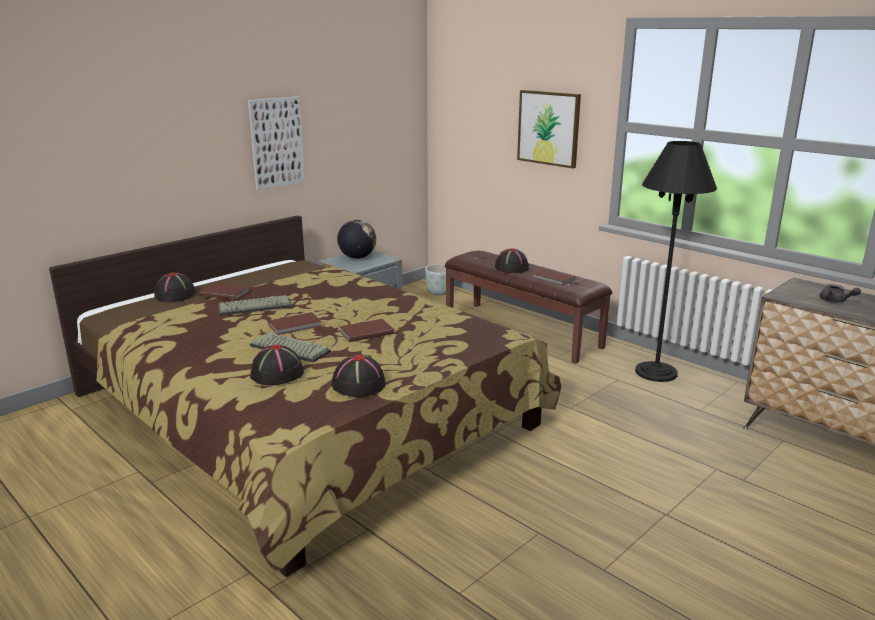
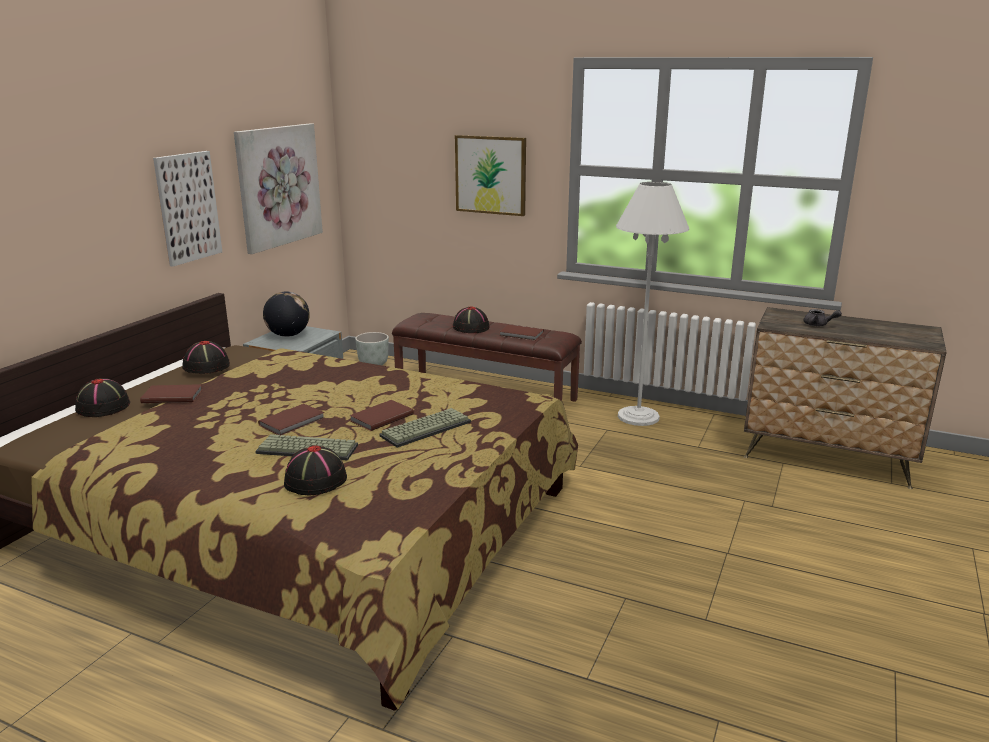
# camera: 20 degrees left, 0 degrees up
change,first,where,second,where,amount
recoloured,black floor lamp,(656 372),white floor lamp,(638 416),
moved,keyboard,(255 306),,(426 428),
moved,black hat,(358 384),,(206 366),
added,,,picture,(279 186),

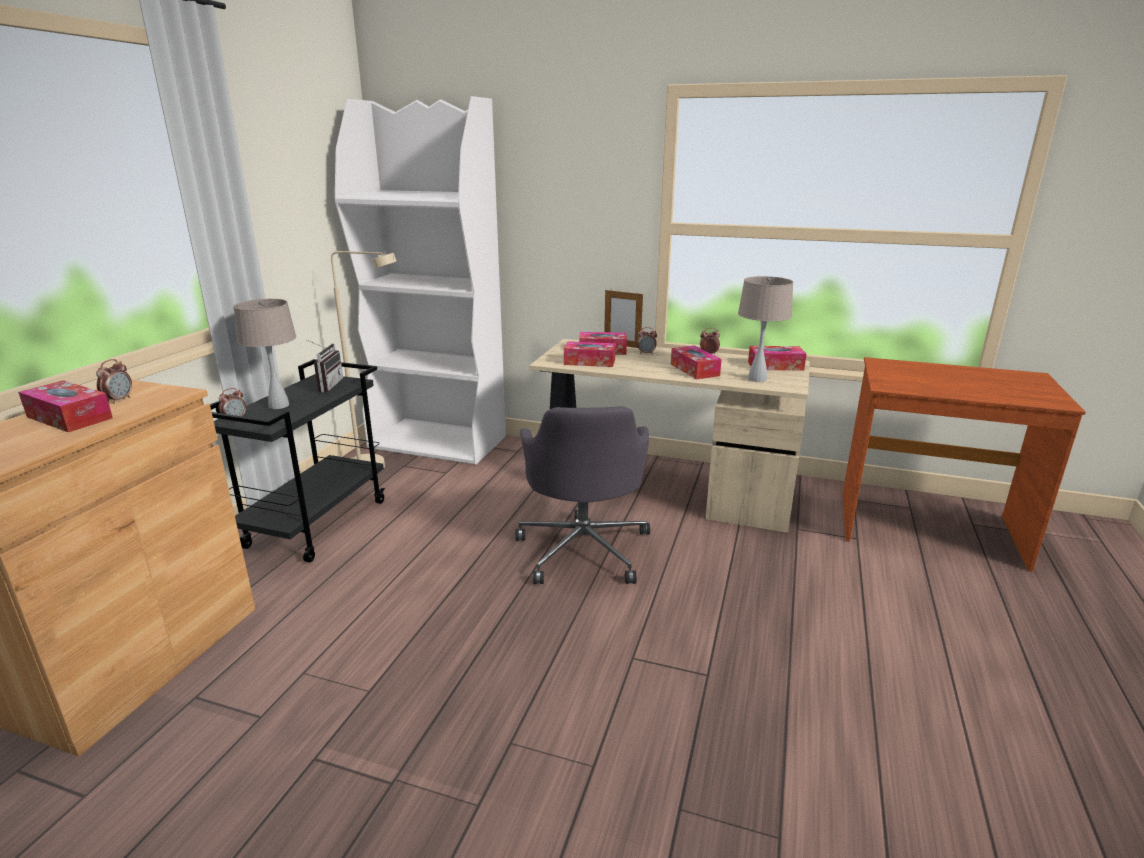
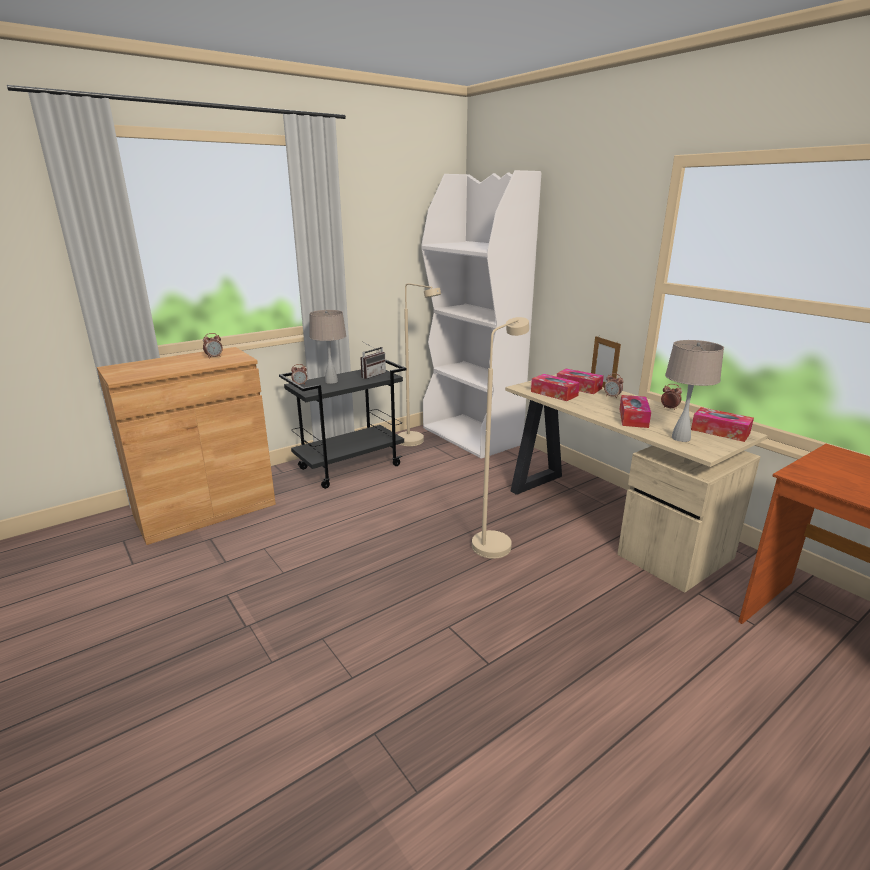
# camera: 35 degrees right, 0 degrees up
change,first,where,second,where,amount
removed,tissue box,(69 417),,,
replaced,grey office chair,(584 548),beige floor lamp,(495 540),

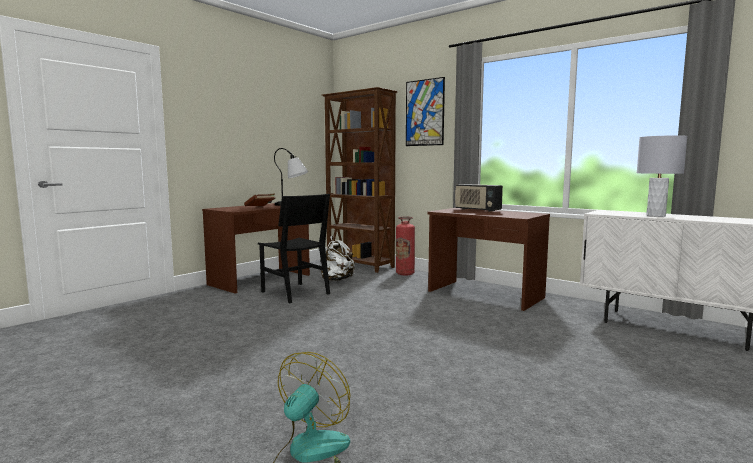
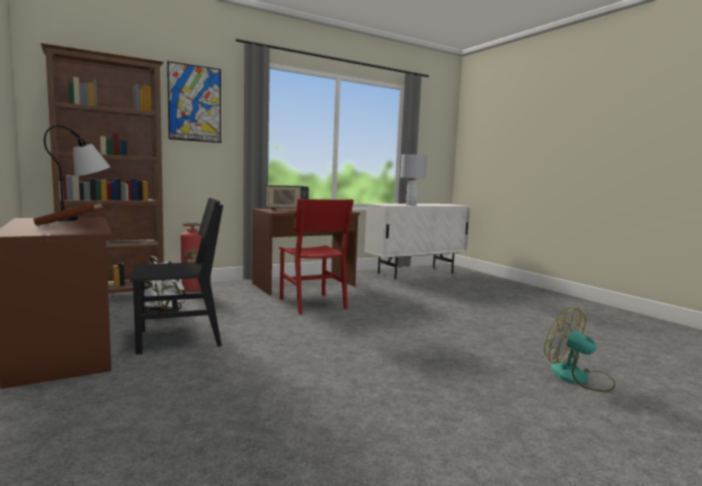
# camera: 70 degrees left, 0 degrees up
change,first,where,second,where,amount
added,,,red chair,(312 303),

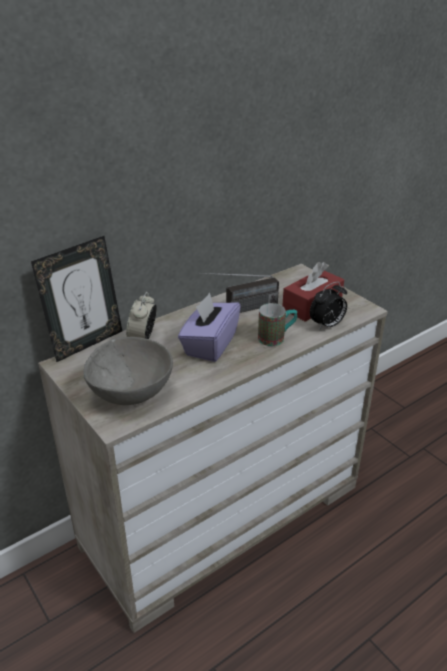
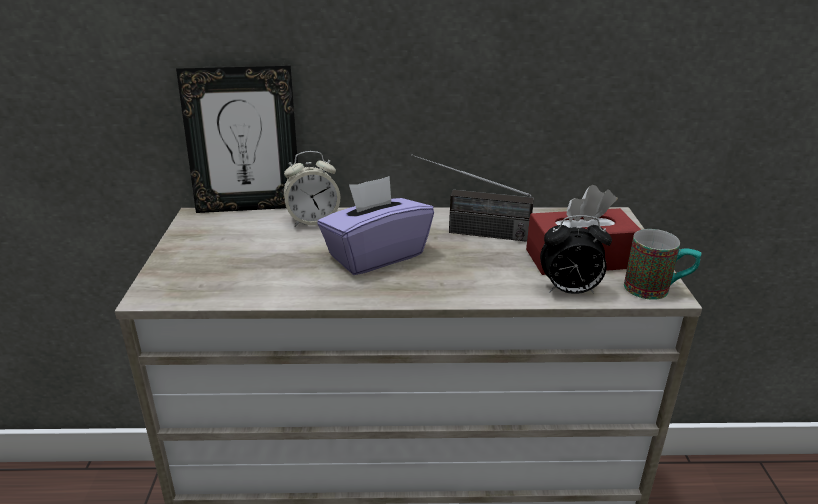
# camera: 35 degrees right, 5 degrees down
change,first,where,second,where,amount
turned,alarm clock,(143 337),,(313 220),150 degrees counterclockwise
moved,mug,(276 338),,(656 290),
removed,grey bowl,(131 393),,,

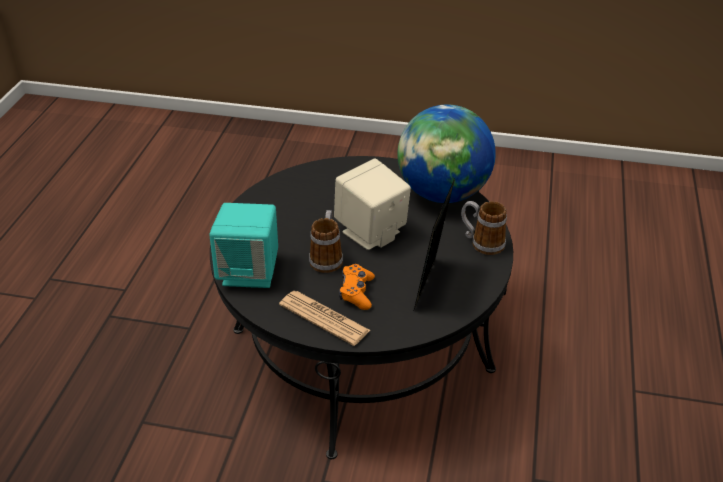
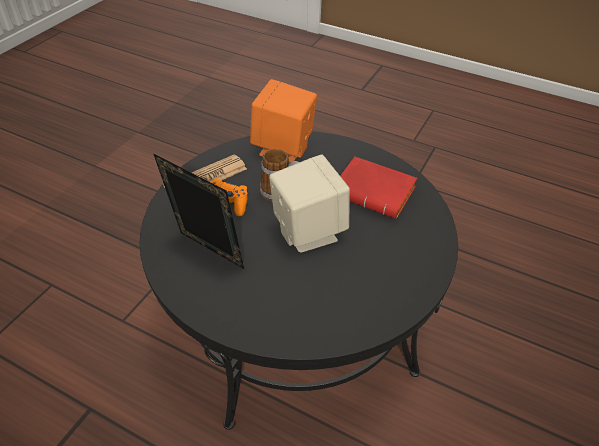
# camera: 105 degrees right, 5 degrees up
change,first,where,second,where,amount
removed,globe,(443 193),,,
removed,mug,(481 243),,,
recoloured,turquoise speaker,(250 272),orange speaker,(283 148),
added,,,red book,(376 192),

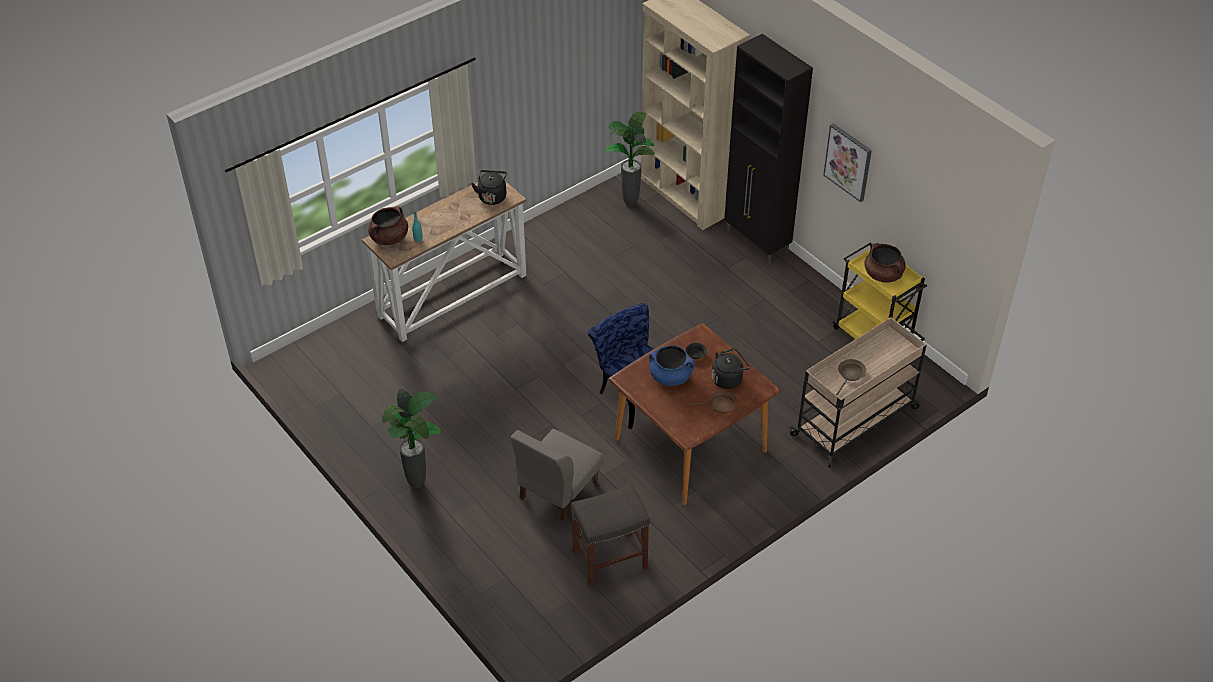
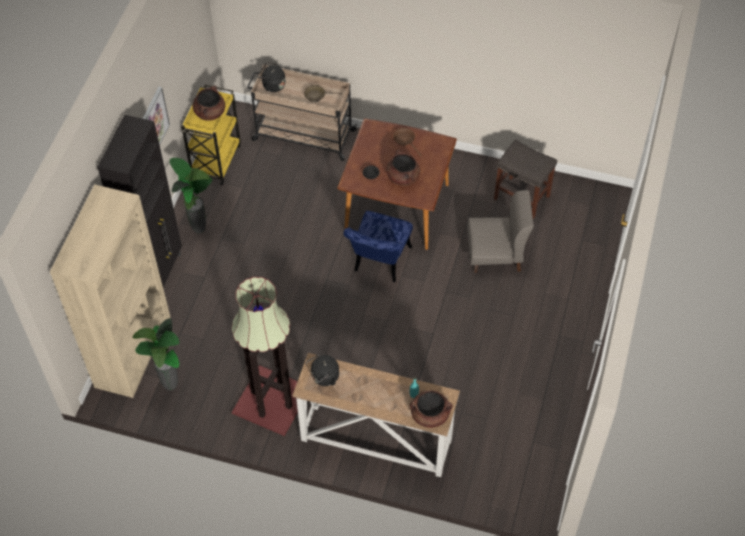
# camera: 125 degrees left, 10 degrees up
change,first,where,second,where,amount
recoloured,blue cooking pot,(671 376),brown cooking pot,(402 177),
moved,black kettle,(728 379),,(272 85),
moved,potted plant,(418 484),,(198 229),
added,,,floor lamp,(271 399),

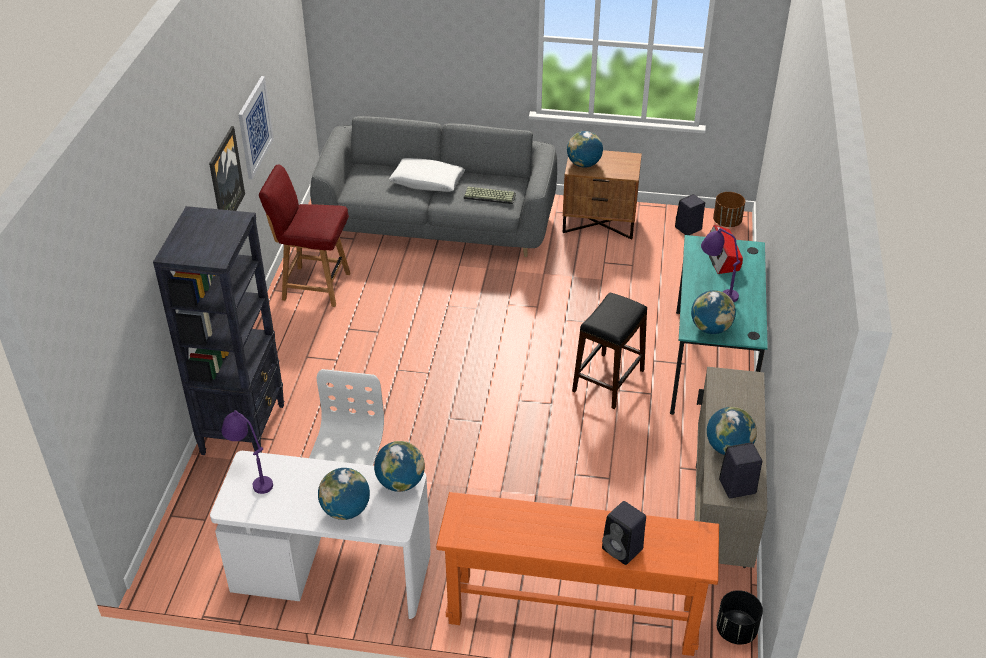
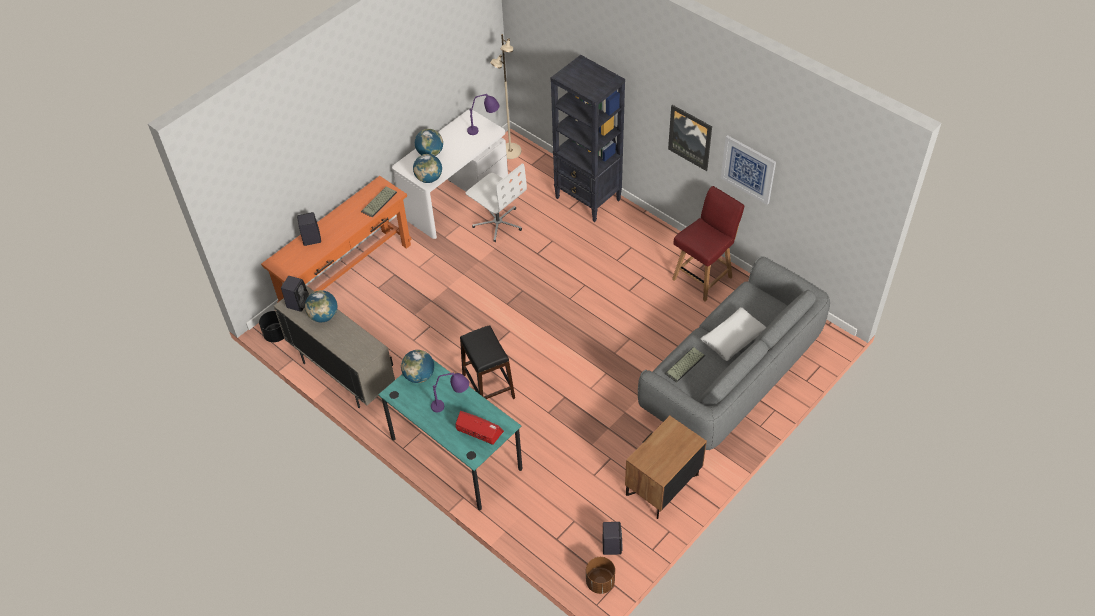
# camera: 125 degrees right, 10 degrees up
change,first,where,second,where,amount
removed,globe,(584 164),,,
added,,,beige floor lamp,(510 151),
added,,,keyboard,(379 202),

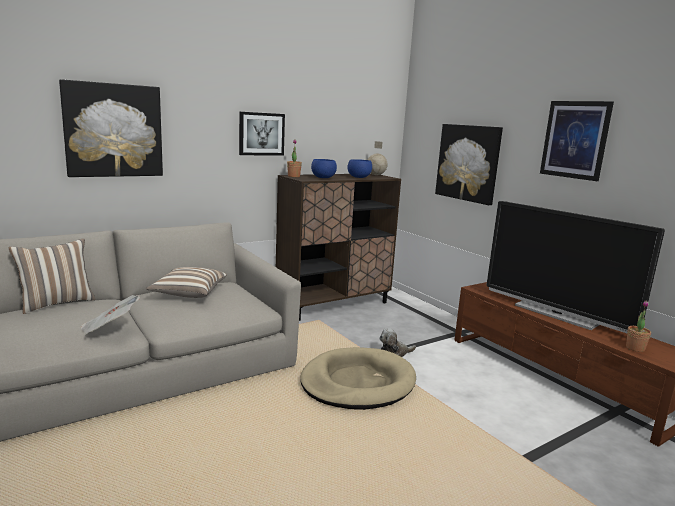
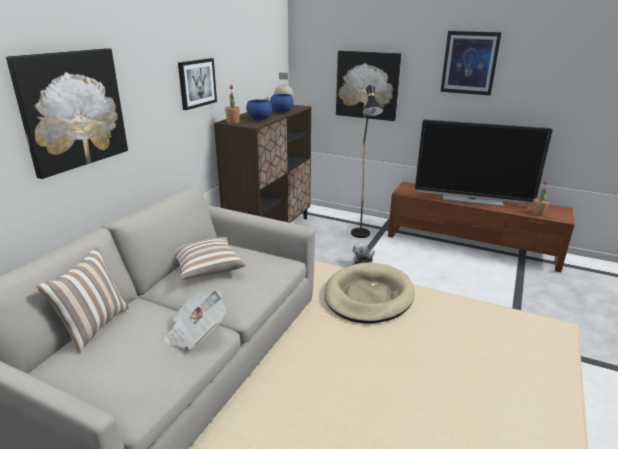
# camera: 30 degrees left, 10 degrees up
change,first,where,second,where,amount
added,,,black floor lamp,(361 237),

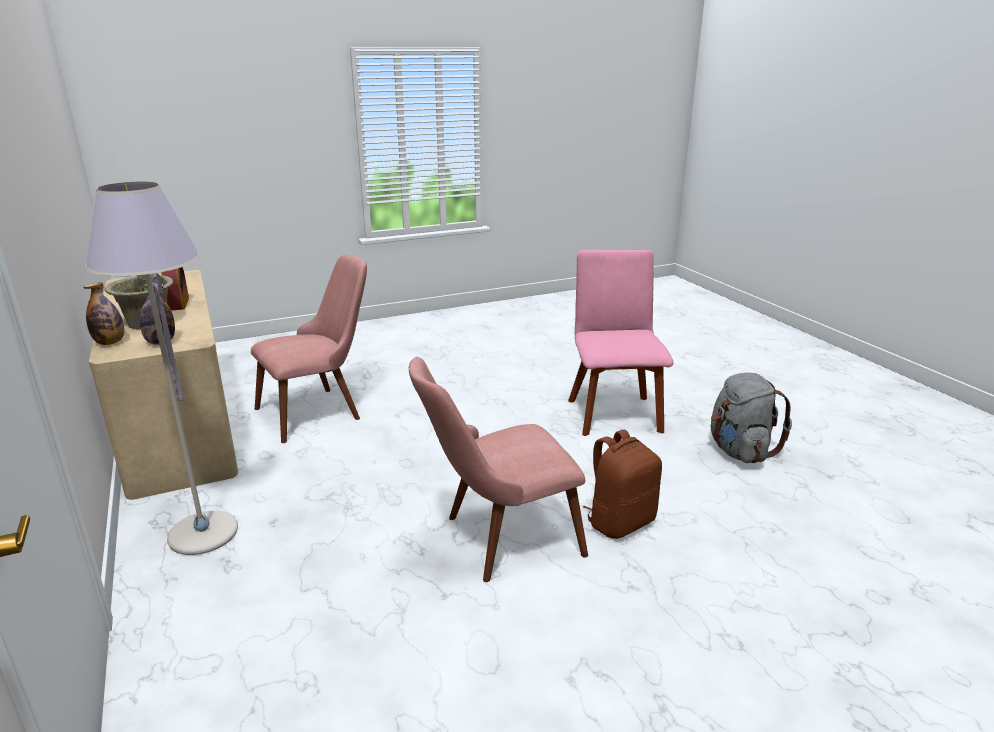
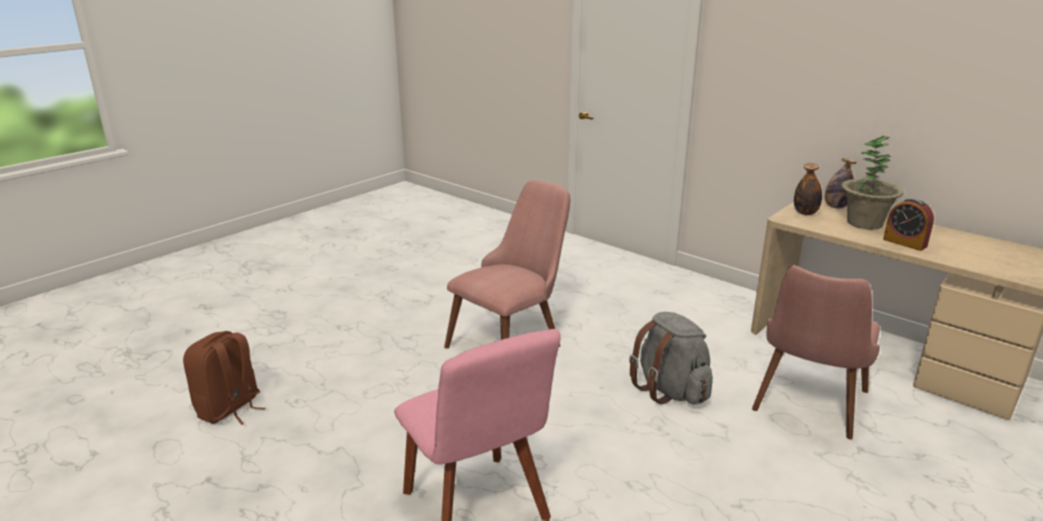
# camera: 155 degrees right, 0 degrees up
change,first,where,second,where,amount
removed,grey floor lamp,(203 534),,,
moved,grey backpack,(739 451),,(670 390),
moved,brown backpack,(620 521),,(229 409),

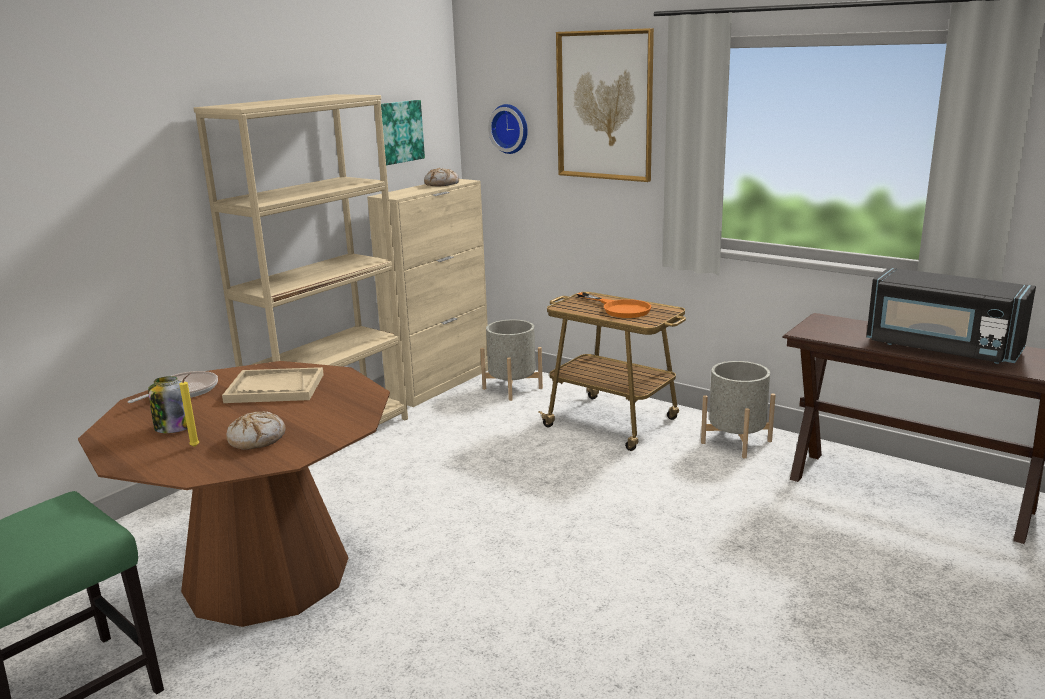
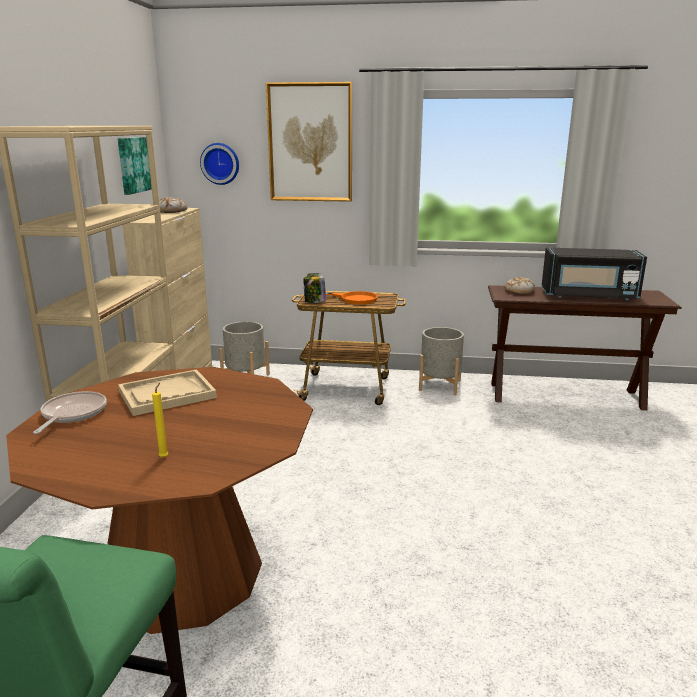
# camera: 30 degrees left, 0 degrees up
change,first,where,second,where,amount
moved,jar,(173 428),,(314 301),
moved,bread,(257 439),,(519 291),

